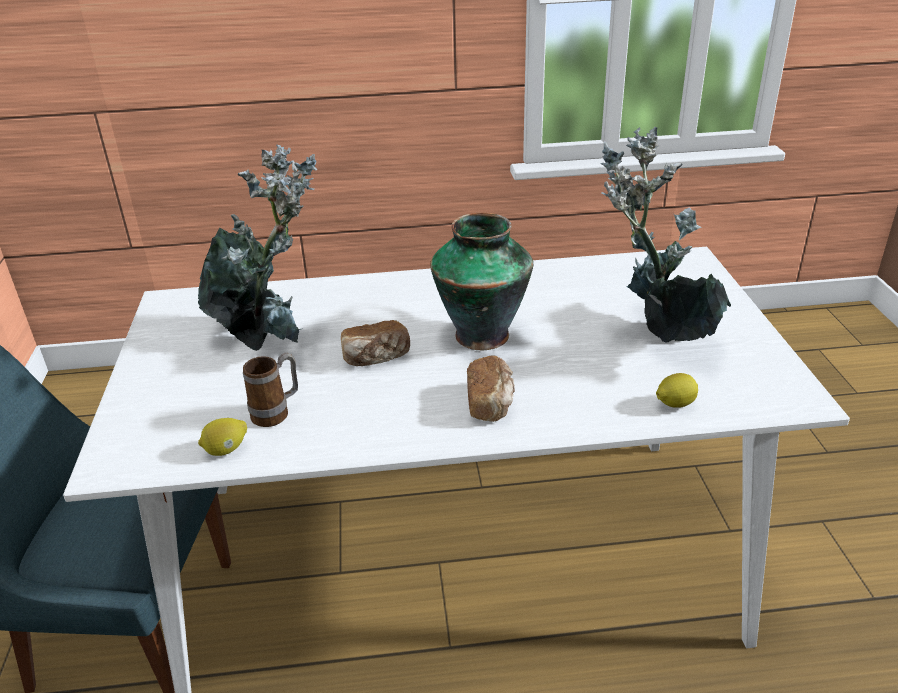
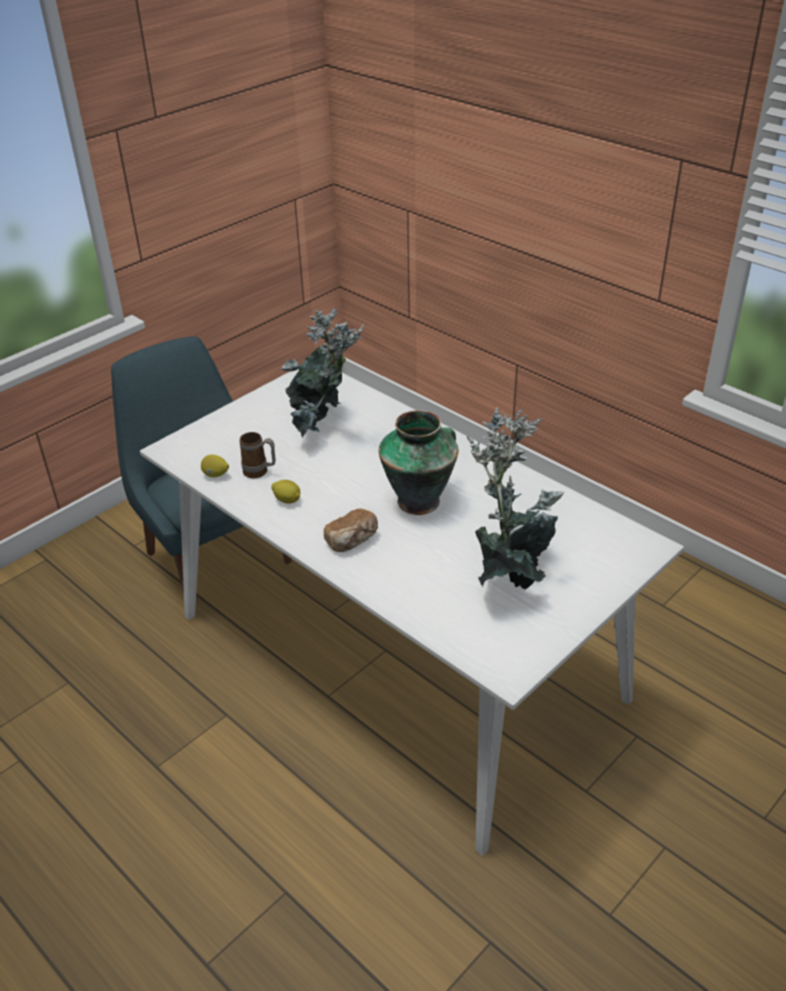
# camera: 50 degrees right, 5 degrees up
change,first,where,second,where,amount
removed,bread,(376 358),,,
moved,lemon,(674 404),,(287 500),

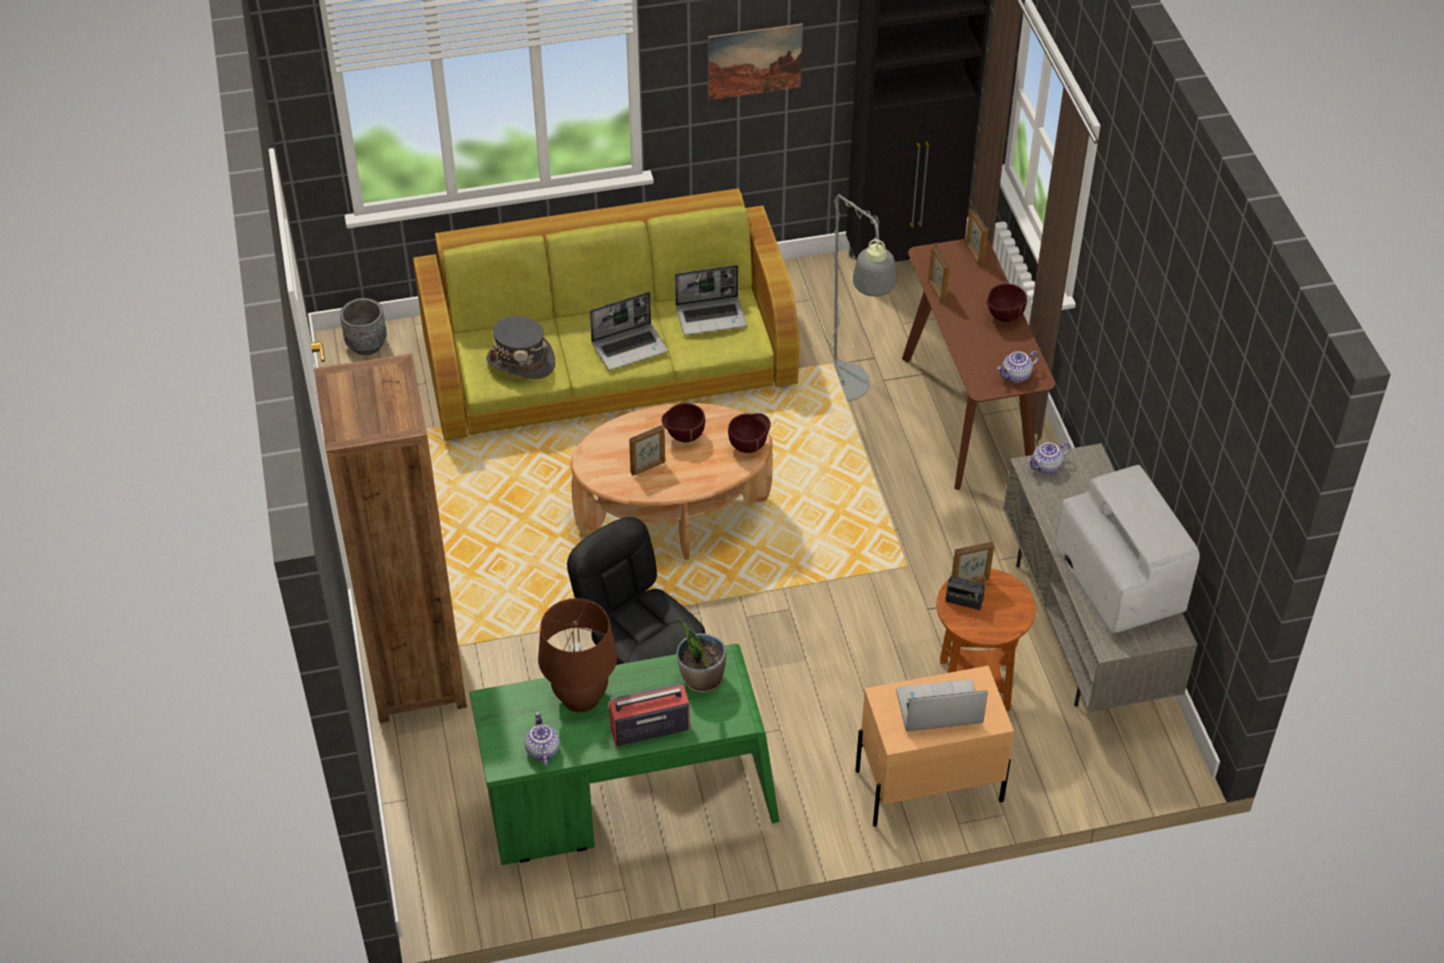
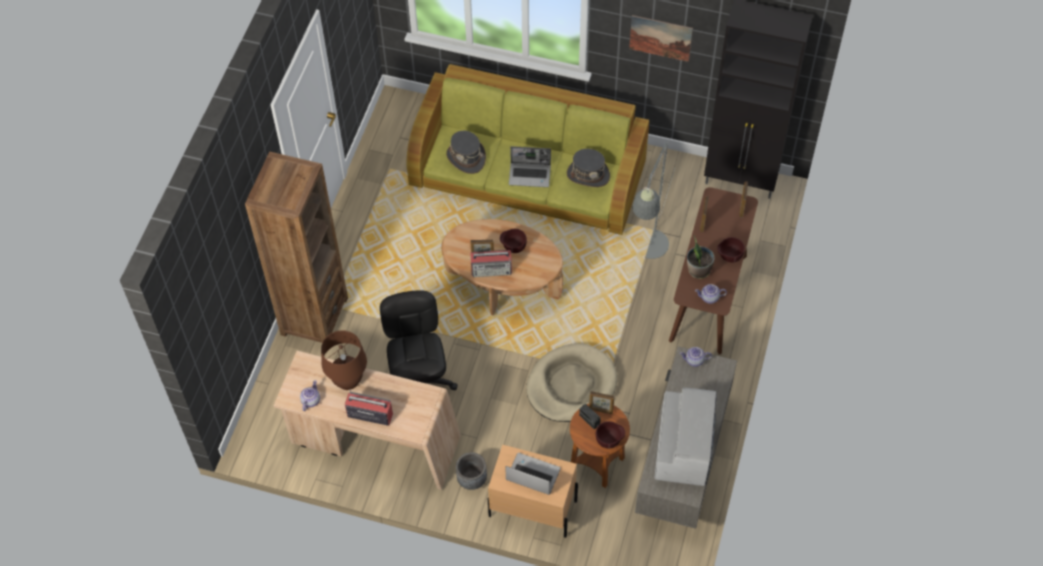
# camera: 30 degrees right, 10 degrees up
change,first,where,second,where,amount
replaced,laptop,(711 316),grey hat,(588 175),
moved,grey planter,(366 345),,(472 479),
moved,brown bowl,(749 446),,(609 441),
moved,potted plant,(701 679),,(698 270),
recoloured,green desk,(630 805),beige desk,(373 442),
added,,,radio,(492 270),
added,,,beige dog bed,(571 385),

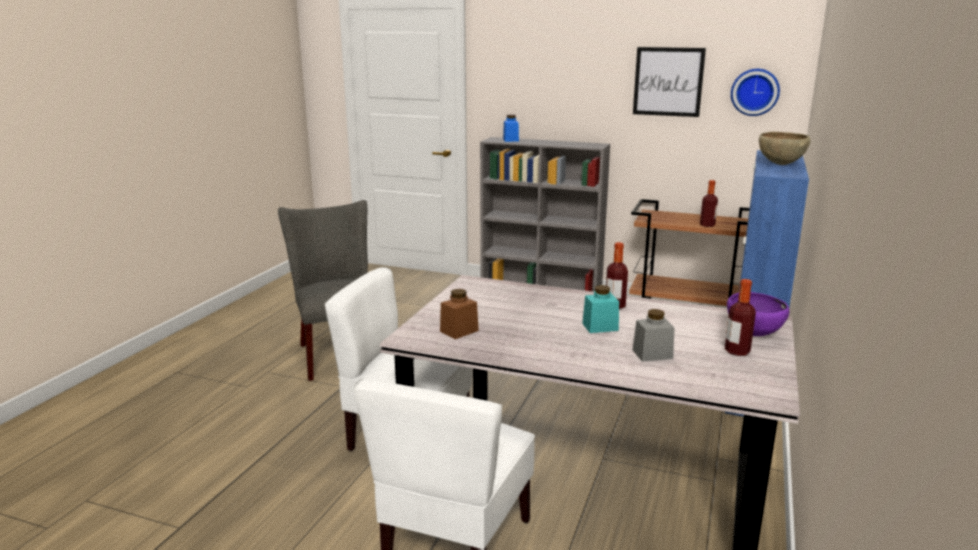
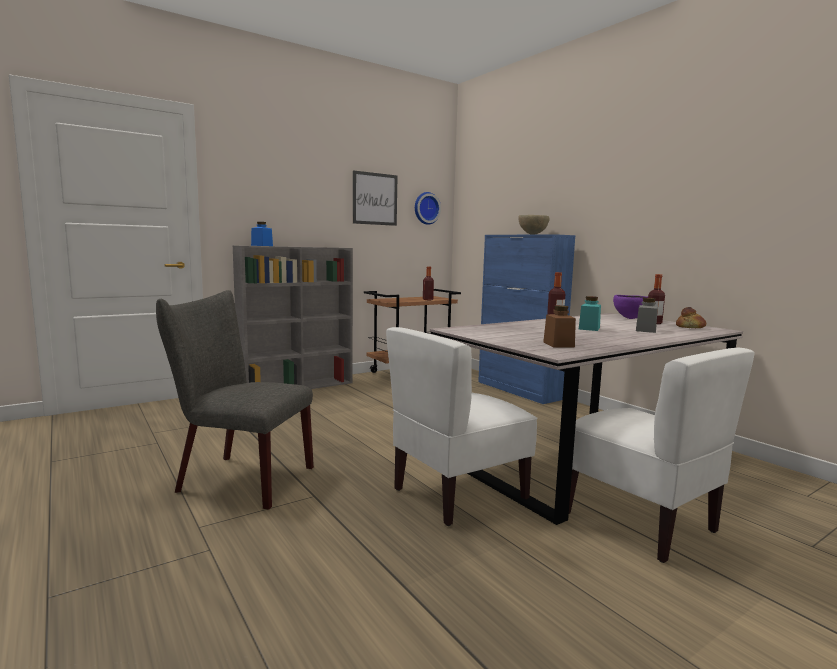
# camera: 55 degrees left, 10 degrees down
change,first,where,second,where,amount
added,,,bread,(690 327),

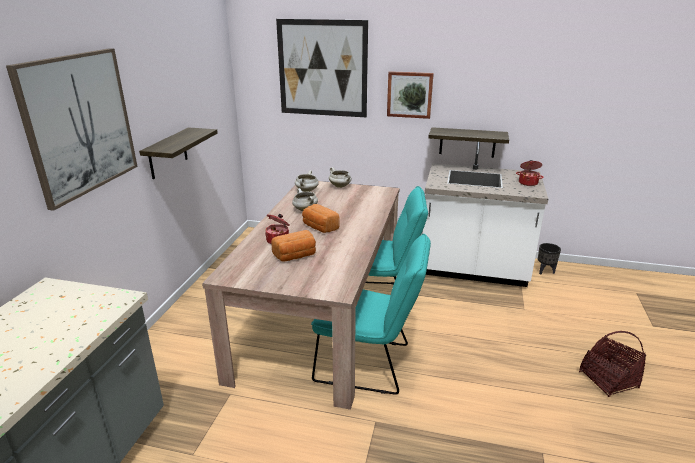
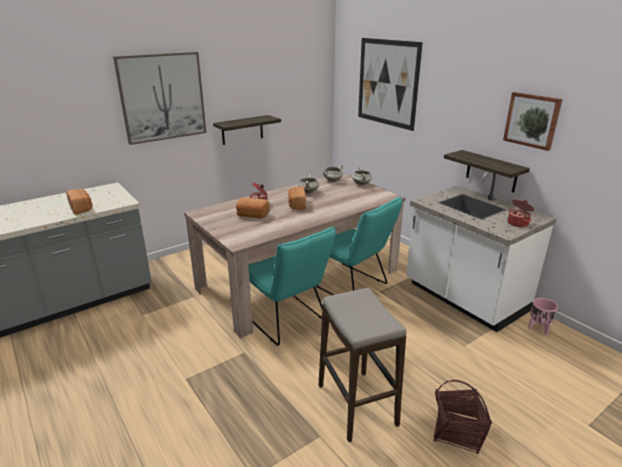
# camera: 40 degrees right, 0 degrees up
change,first,where,second,where,amount
moved,picture,(409 94),,(532 120),
recoloured,black planter,(544 271),pink planter,(538 329),
added,,,bread,(81 208),
added,,,stool,(356 405),

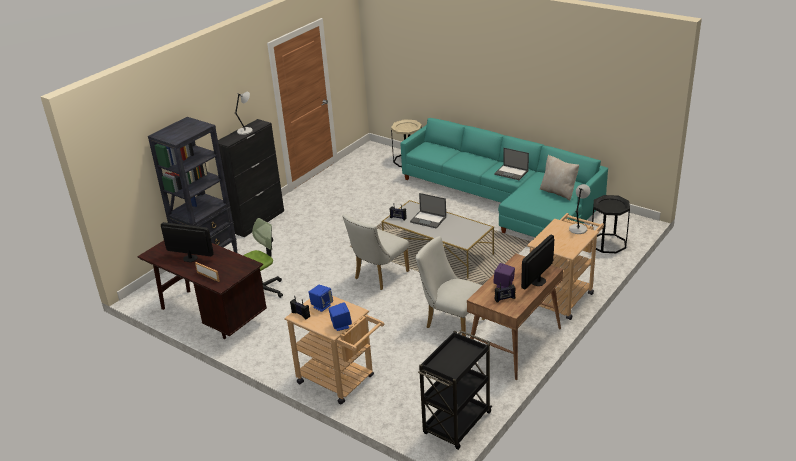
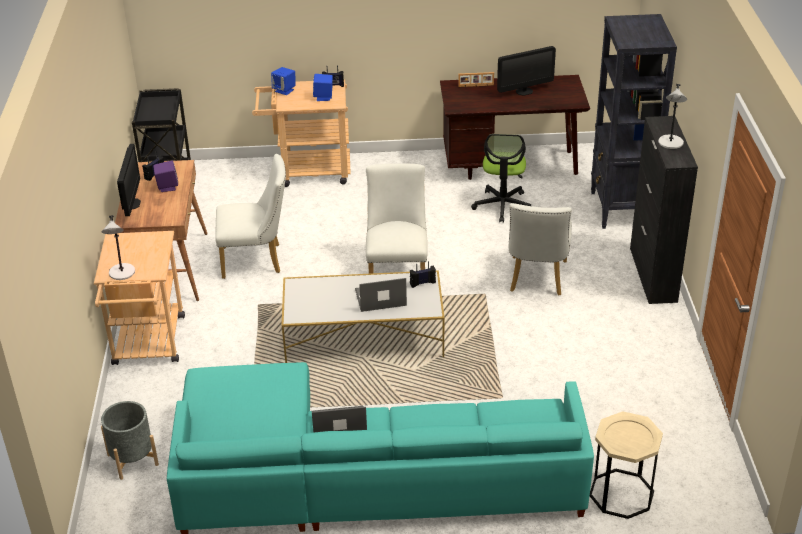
# camera: 140 degrees right, 5 degrees up
change,first,where,second,where,amount
removed,beige pillow,(558 192),,,
replaced,black side table,(608 243),grey planter,(132 459),
added,,,white chair,(537 279),

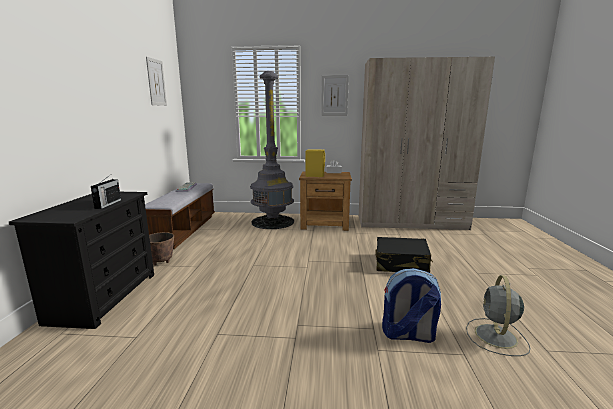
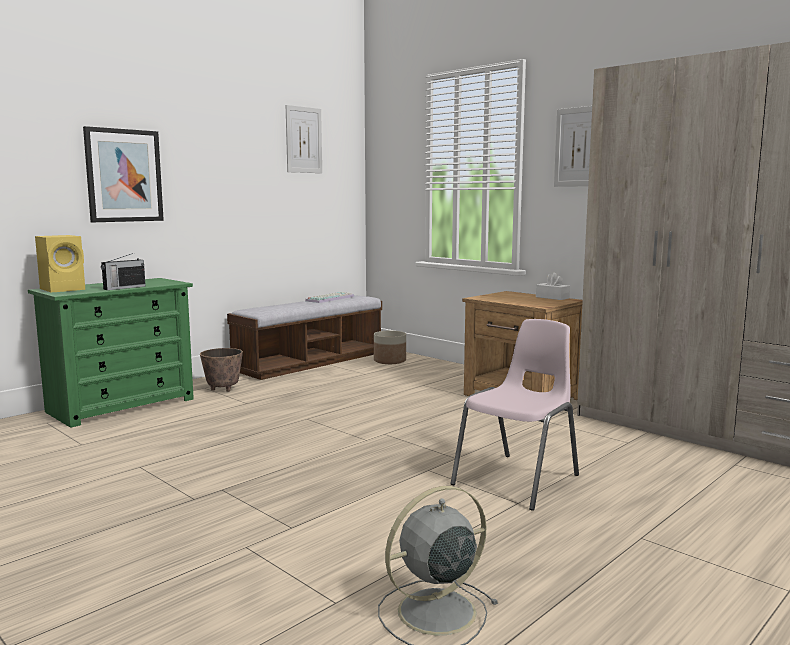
# camera: 40 degrees right, 5 degrees down
change,first,where,second,where,amount
removed,grey floor lamp,(273 222),,,
moved,yellow speaker,(315 175),,(64 289),
recoloured,black dresser,(105 296),green dresser,(122 405),
replaced,black suitcase,(401 264),pink chair,(518 480),
removed,backpack,(408 335),,,
added,,,picture,(124 175),
added,,,planter,(390 361),

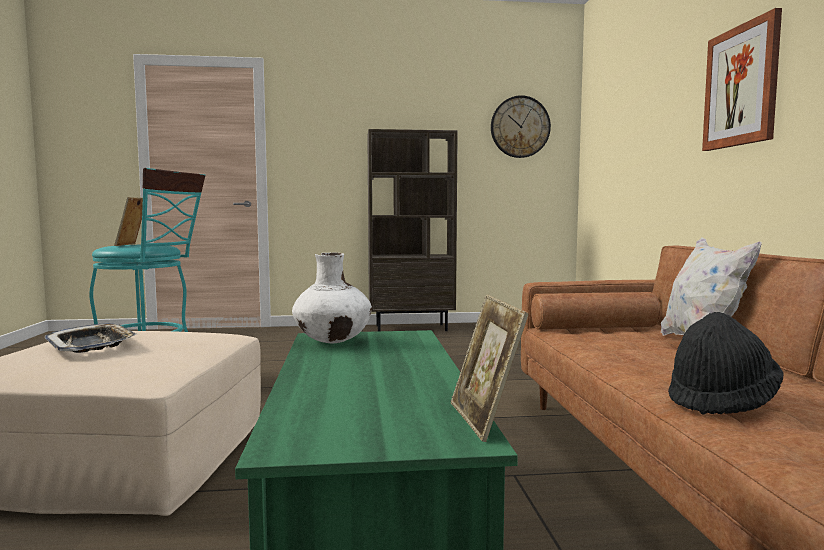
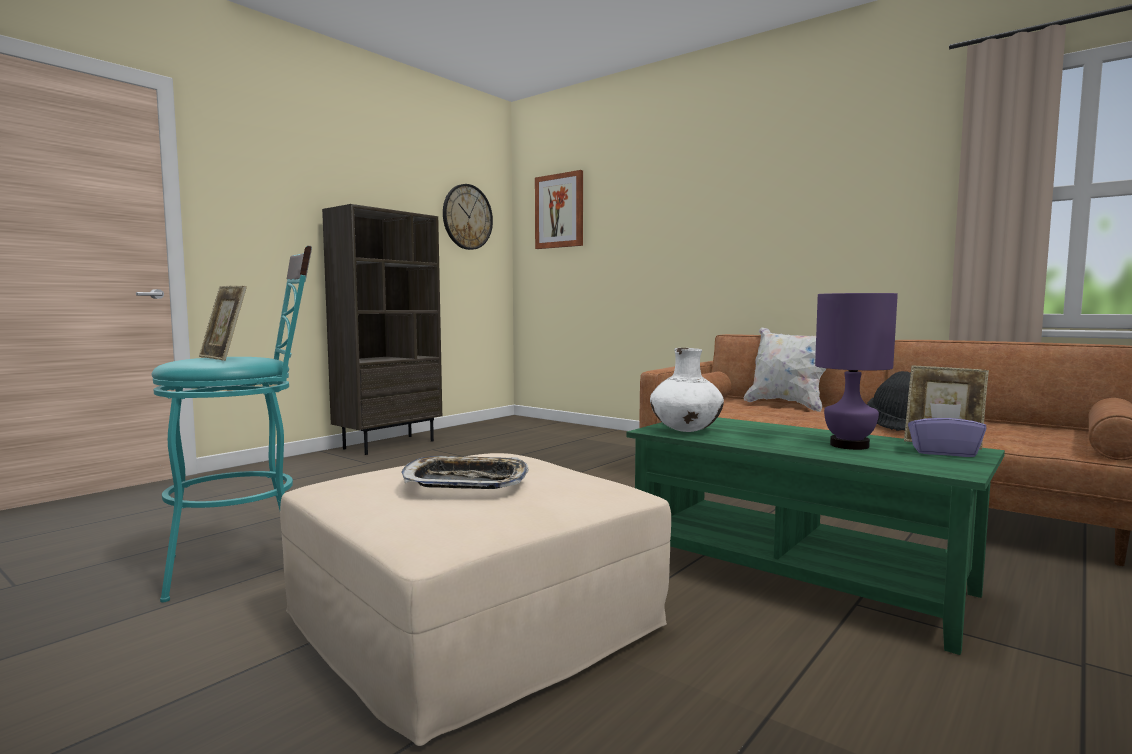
# camera: 45 degrees left, 0 degrees up
change,first,where,second,where,amount
moved,picture,(741 86),,(559 211),
added,,,purple table lamp,(849 445),
added,,,purple tissue box,(943 452),

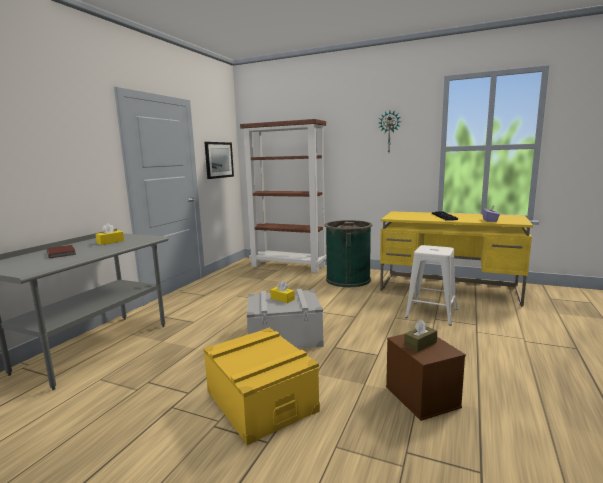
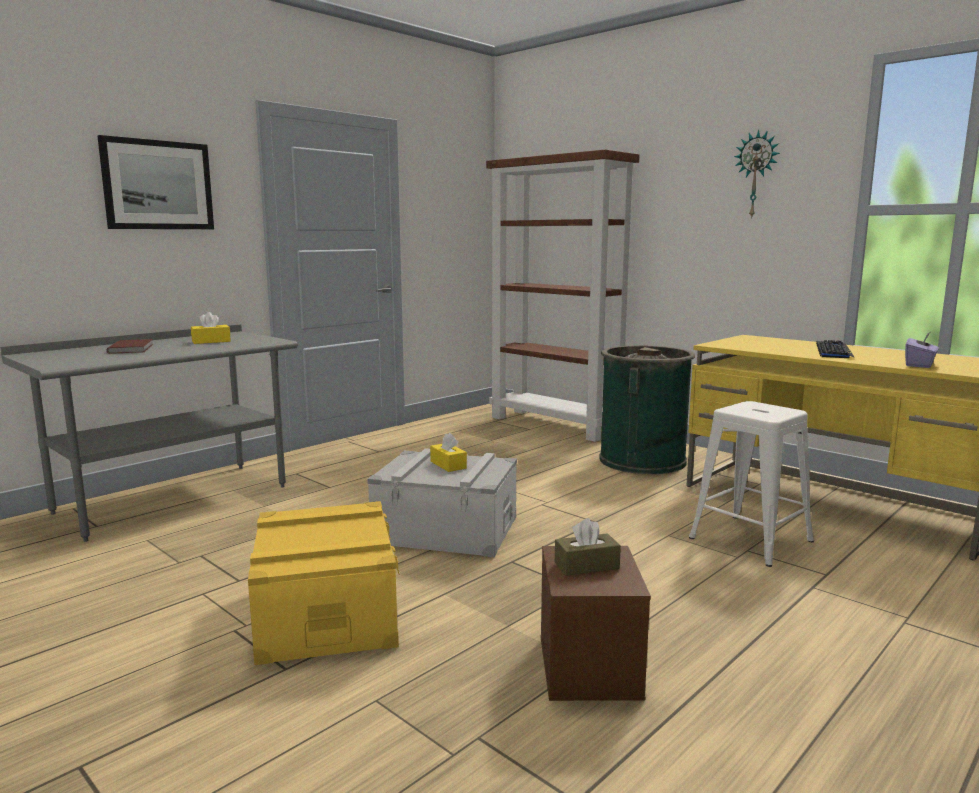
# camera: 20 degrees right, 0 degrees up
change,first,where,second,where,amount
moved,picture,(219 160),,(158 185),

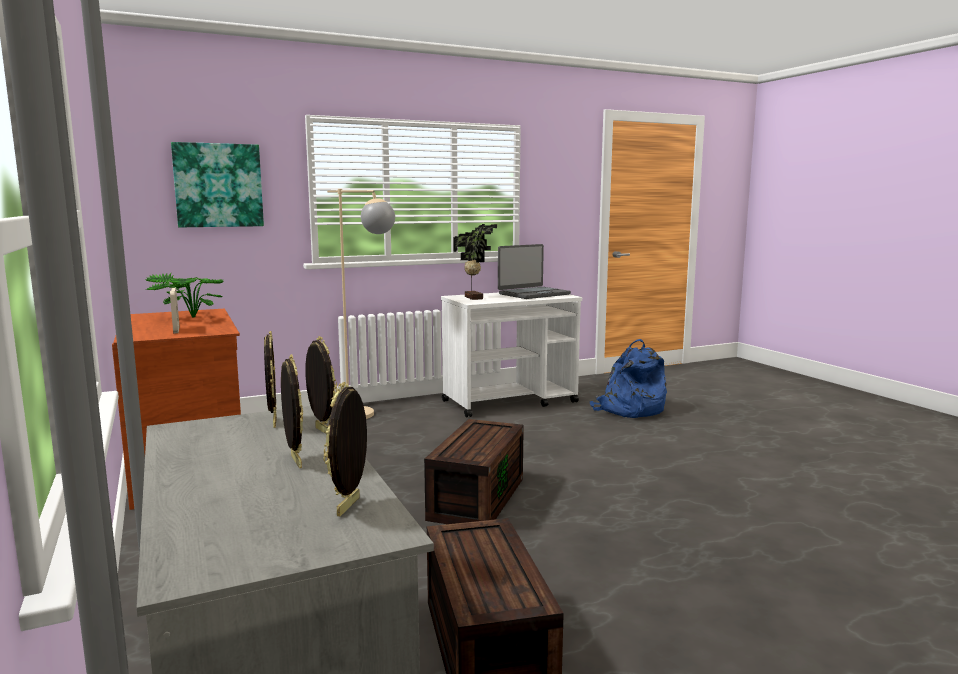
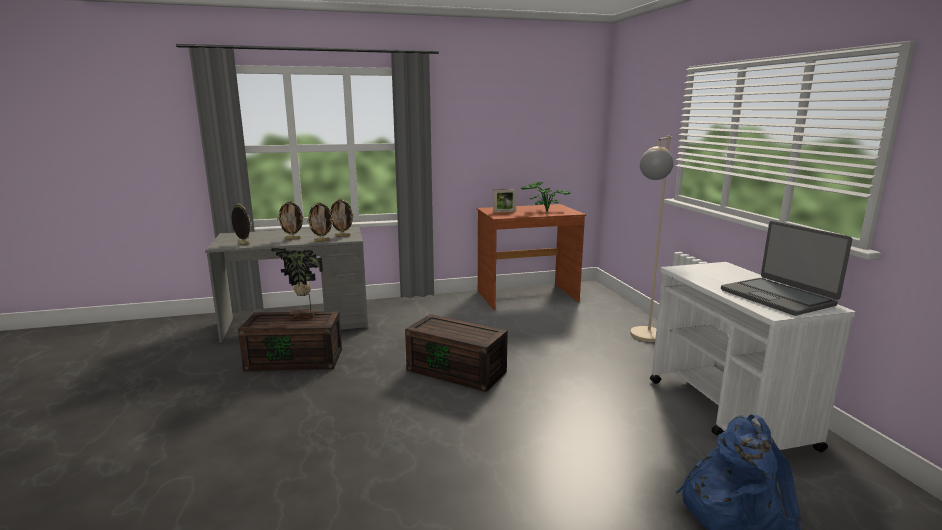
# camera: 100 degrees right, 5 degrees up
change,first,where,second,where,amount
removed,picture,(218 185),,,
moved,potted plant,(475 298),,(303 317),

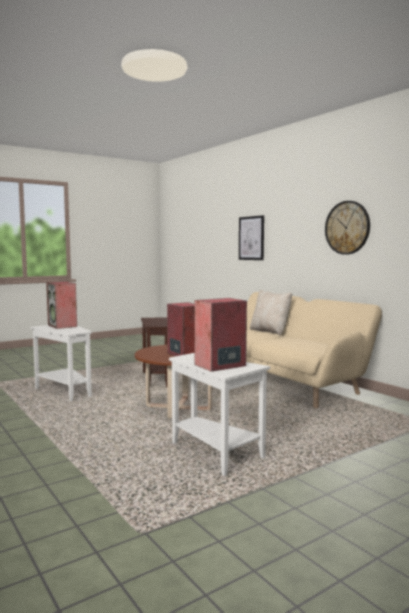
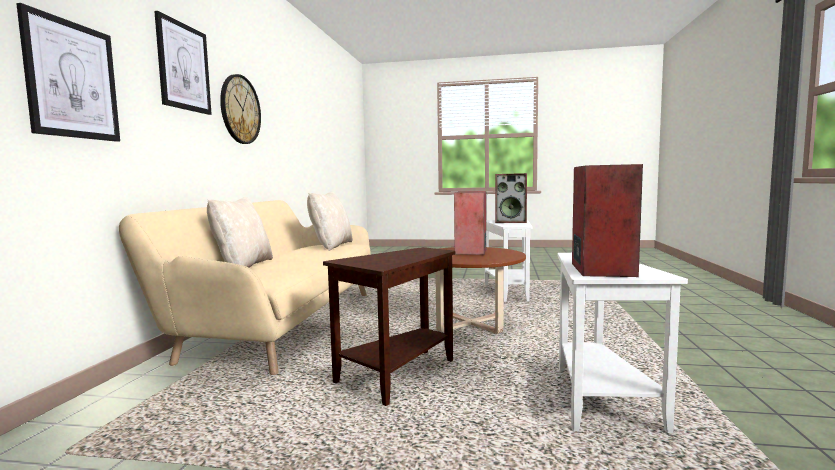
# camera: 135 degrees left, 0 degrees up
change,first,where,second,where,amount
added,,,picture,(183 67),
added,,,beige pillow,(331 246),

